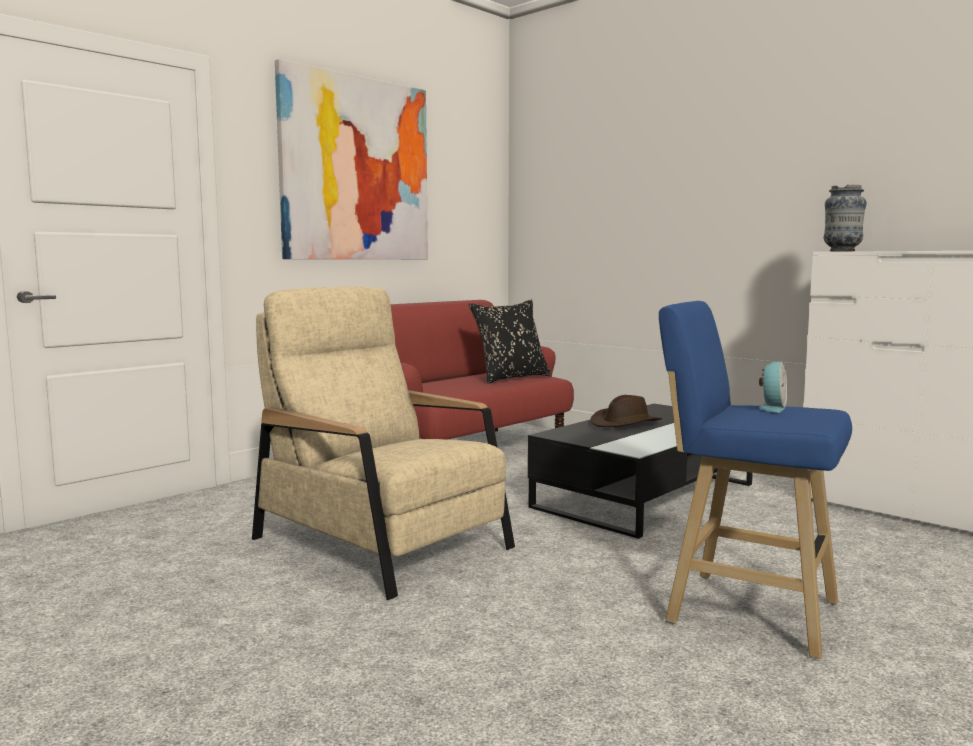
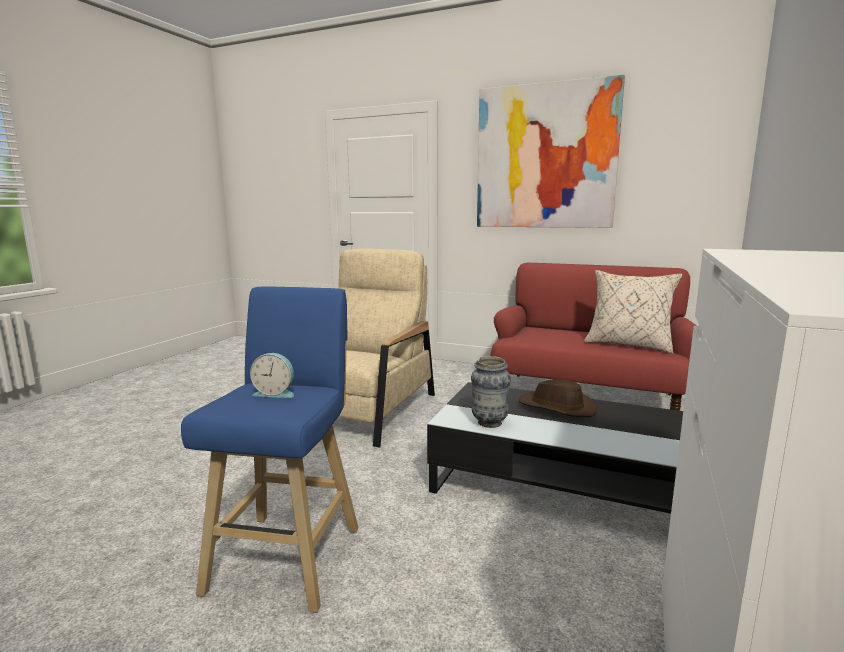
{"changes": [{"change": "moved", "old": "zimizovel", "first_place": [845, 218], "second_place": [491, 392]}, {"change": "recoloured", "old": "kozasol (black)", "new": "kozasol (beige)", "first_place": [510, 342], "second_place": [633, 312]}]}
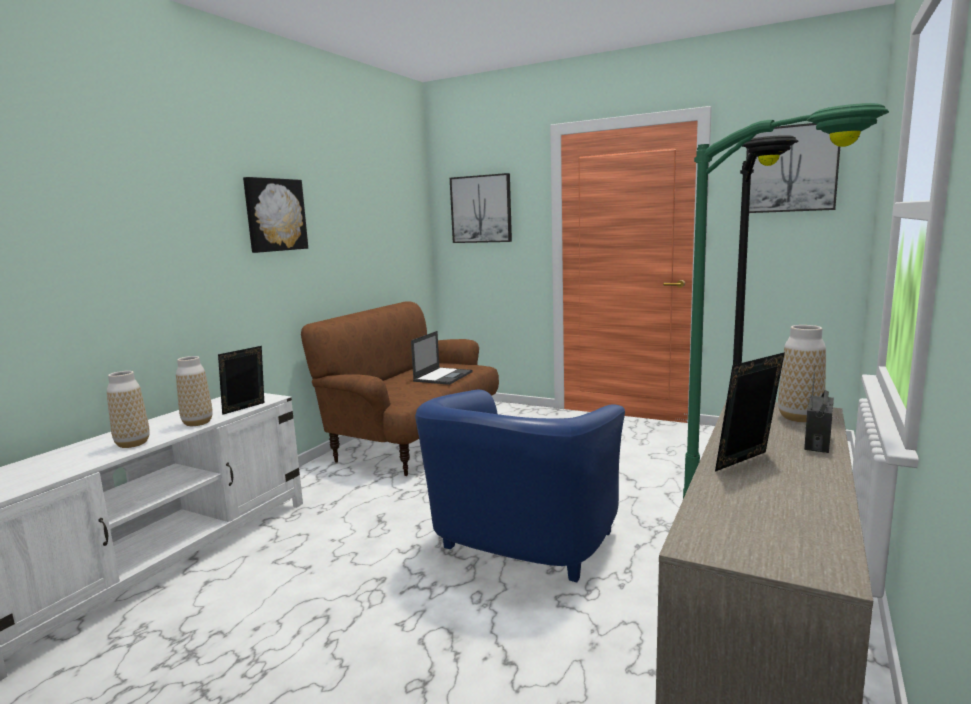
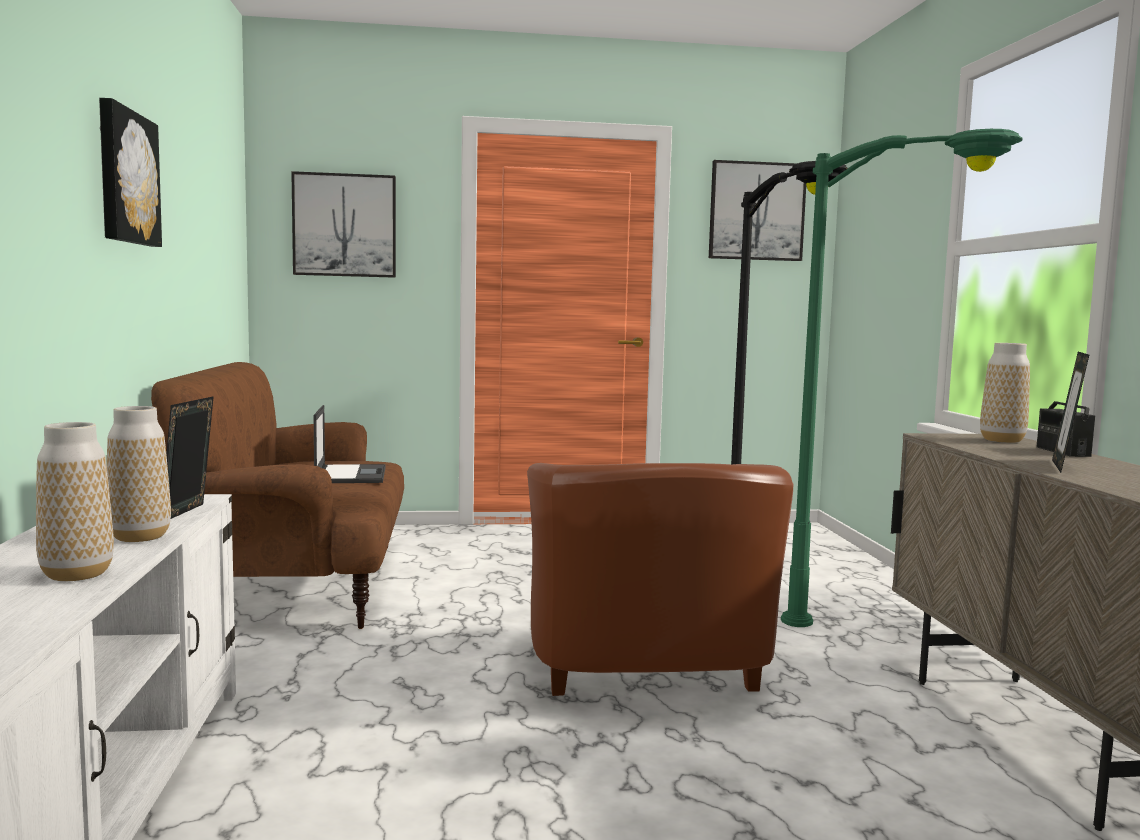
{"changes": [{"change": "recoloured", "old": "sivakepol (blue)", "new": "sivakepol (brown)", "first_place": [520, 486], "second_place": [660, 579]}]}
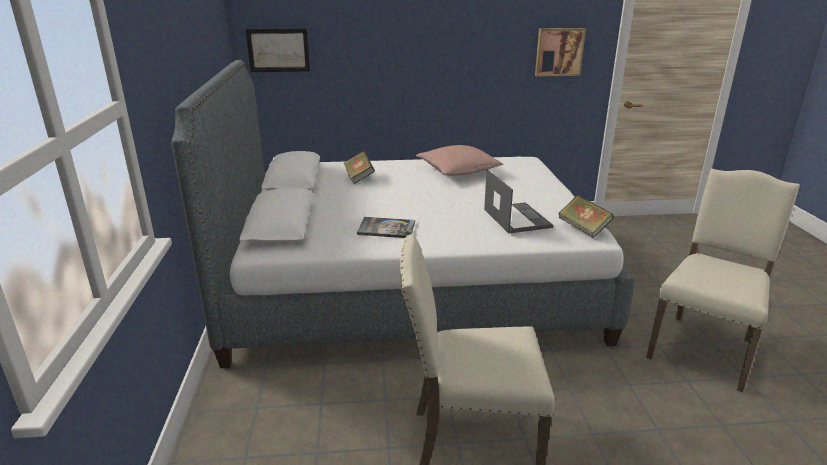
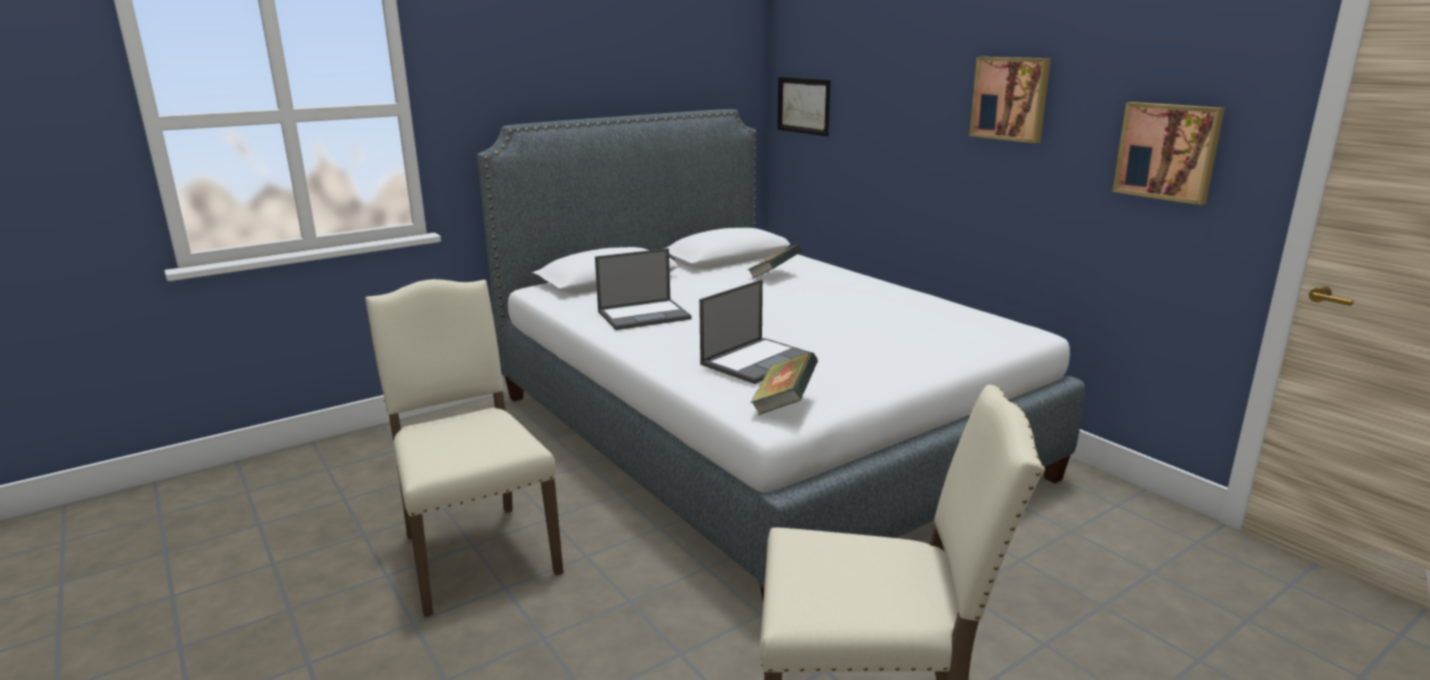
{"changes": [{"change": "replaced", "old": "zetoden", "new": "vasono", "first_place": [386, 227], "second_place": [643, 289]}, {"change": "added", "new": "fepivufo", "second_place": [1010, 100]}, {"change": "removed", "old": "kozasol (pink)", "first_place": [460, 160]}]}
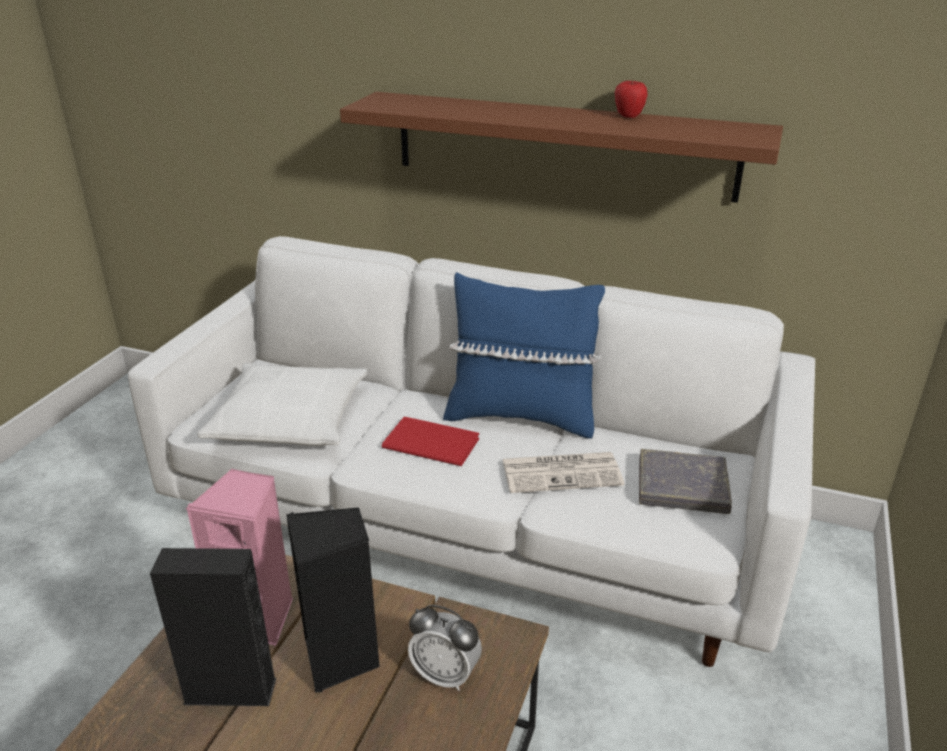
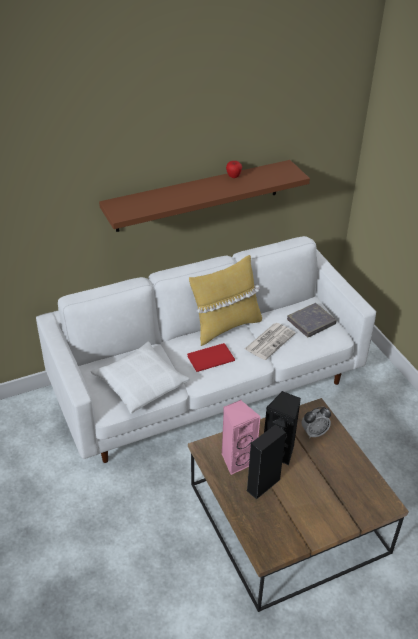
{"changes": [{"change": "recoloured", "old": "kozasol (blue)", "new": "kozasol (yellow)", "first_place": [524, 355], "second_place": [225, 300]}]}
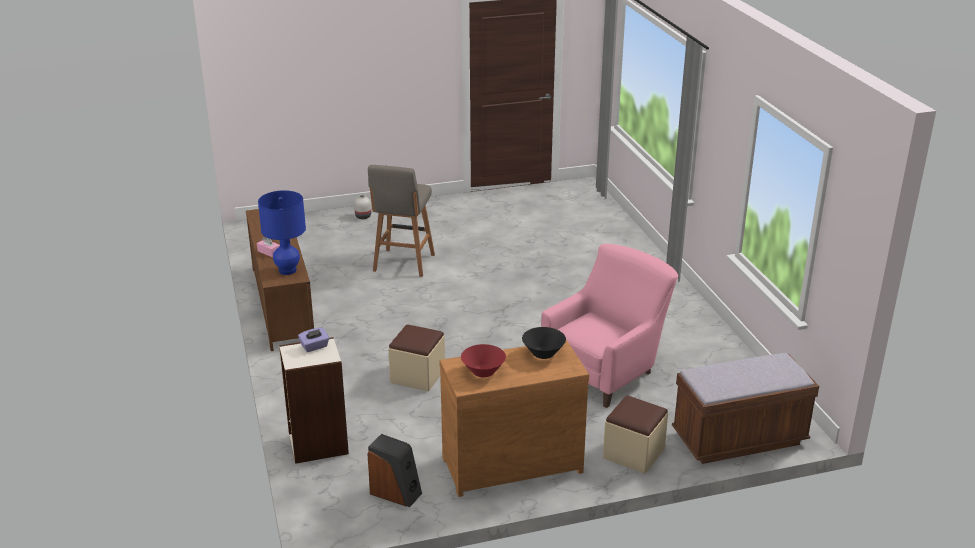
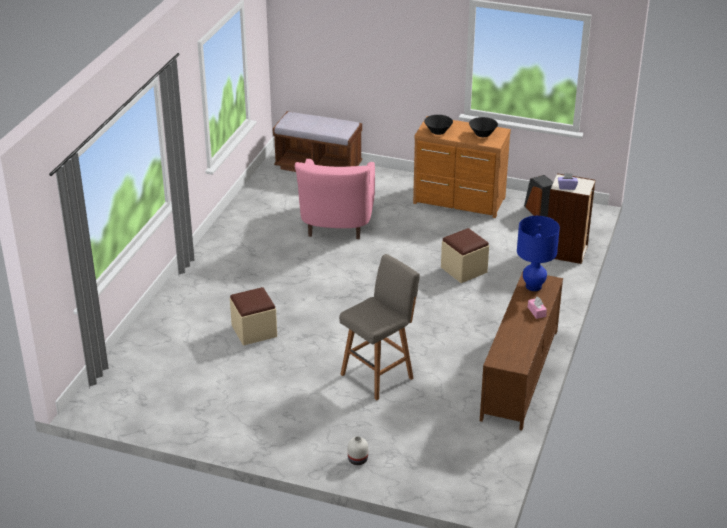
{"changes": [{"change": "moved", "old": "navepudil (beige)", "first_place": [635, 434], "second_place": [253, 316]}, {"change": "turned", "old": "sivakepol (pink)", "first_place": [609, 326], "second_place": [335, 199], "degrees": -75}, {"change": "recoloured", "old": "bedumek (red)", "new": "bedumek (black)", "first_place": [483, 360], "second_place": [483, 127]}]}
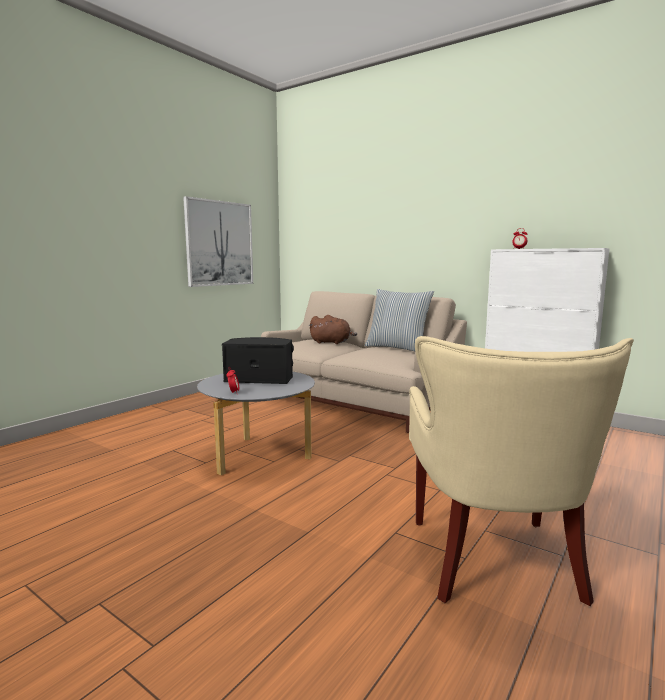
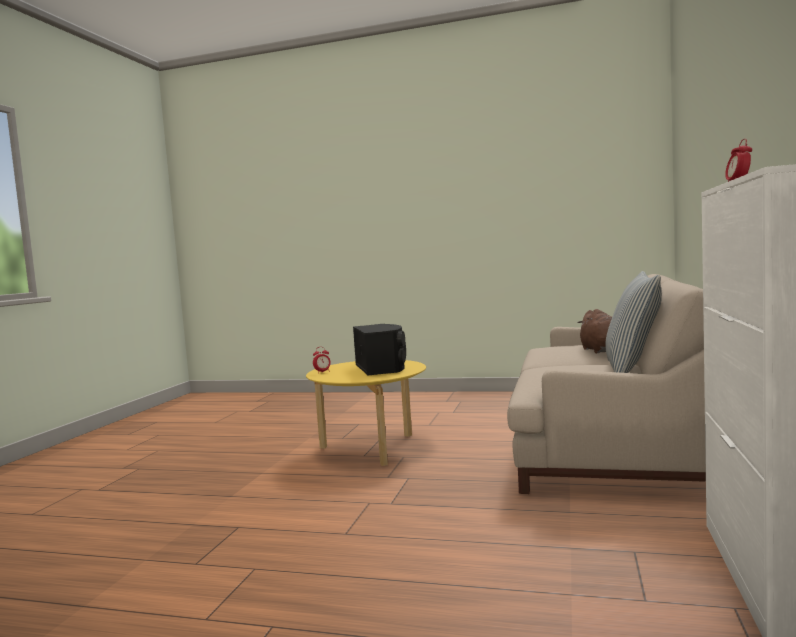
{"changes": [{"change": "recoloured", "old": "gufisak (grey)", "new": "gufisak (yellow)", "first_place": [256, 423], "second_place": [366, 413]}, {"change": "removed", "old": "fepivufo", "first_place": [218, 241]}, {"change": "removed", "old": "sivakepol (beige)", "first_place": [521, 471]}]}
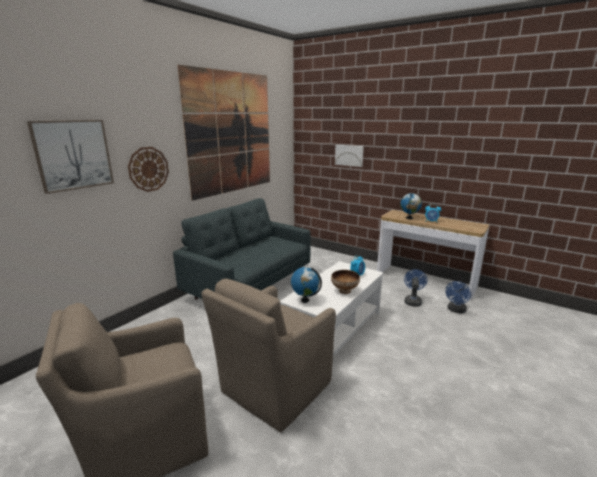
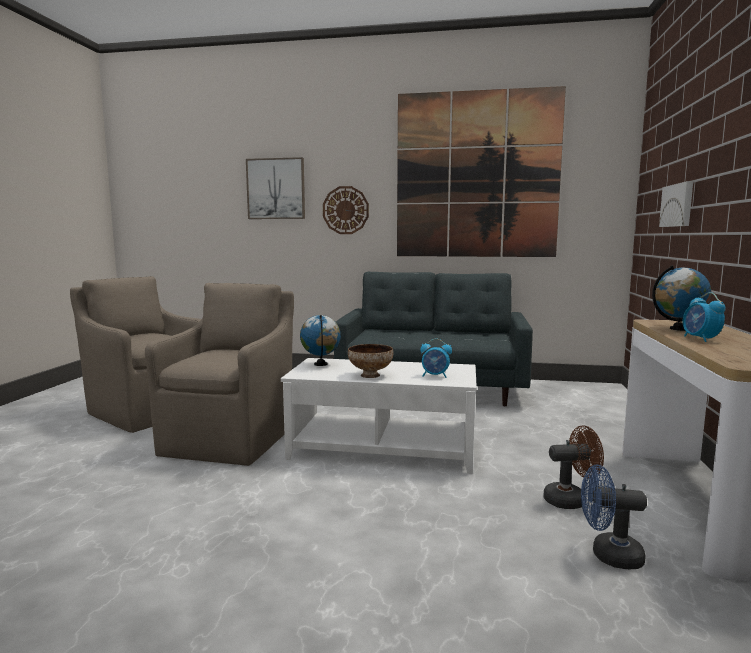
{"changes": [{"change": "turned", "old": "sivakepol (brown)", "first_place": [268, 355], "second_place": [219, 374], "degrees": 90}, {"change": "recoloured", "old": "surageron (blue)", "new": "surageron (brown)", "first_place": [415, 288], "second_place": [574, 467]}]}
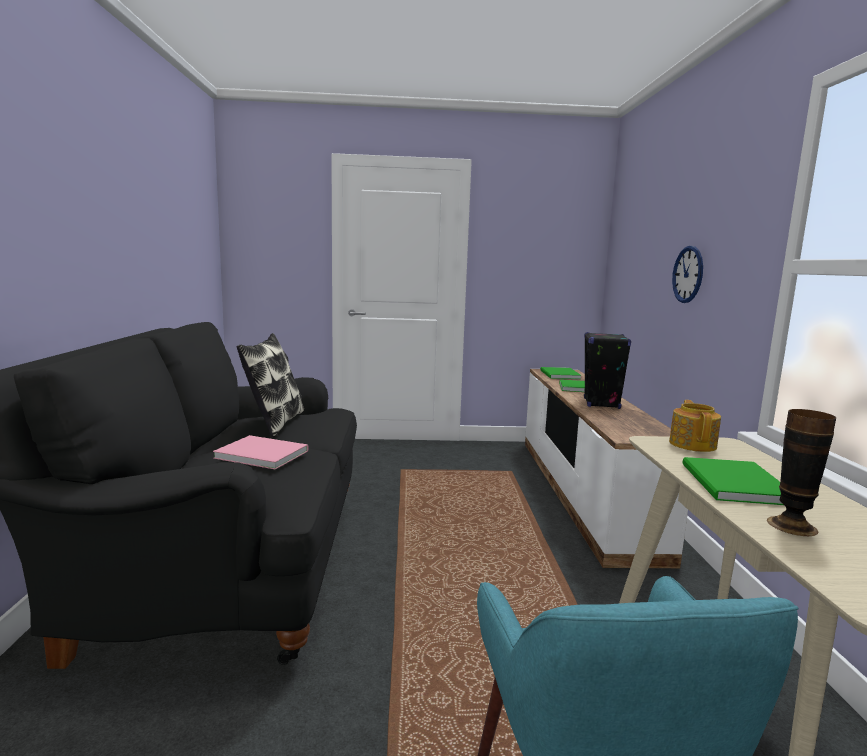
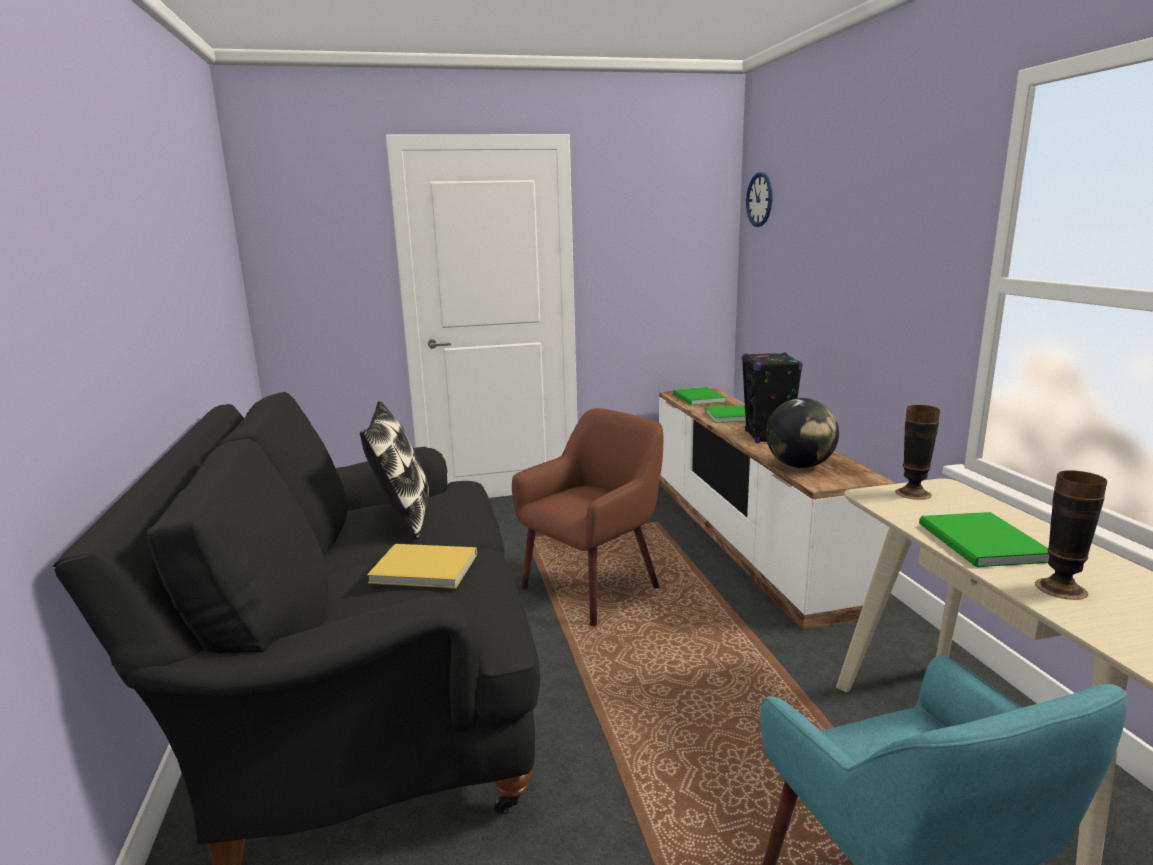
{"changes": [{"change": "recoloured", "old": "zetoden (pink)", "new": "zetoden (yellow)", "first_place": [261, 452], "second_place": [422, 566]}, {"change": "added", "new": "sivakepol (brown)", "second_place": [587, 517]}, {"change": "moved", "old": "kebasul", "first_place": [687, 274], "second_place": [759, 199]}, {"change": "added", "new": "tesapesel", "second_place": [802, 433]}, {"change": "replaced", "old": "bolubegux", "new": "zimizovel", "first_place": [695, 426], "second_place": [918, 452]}]}
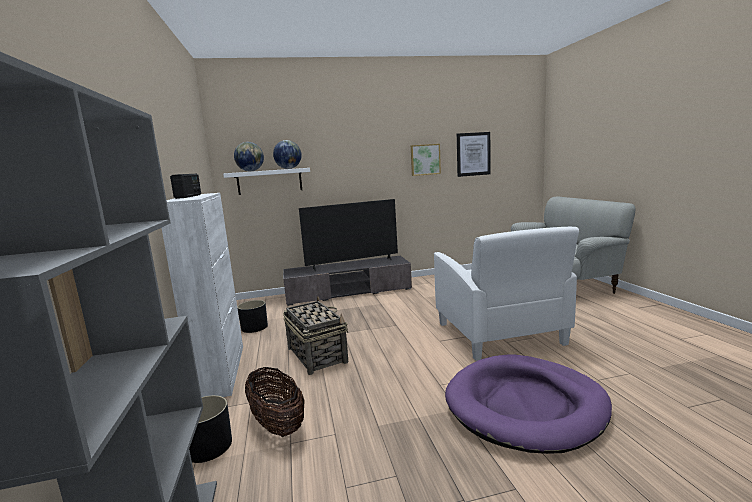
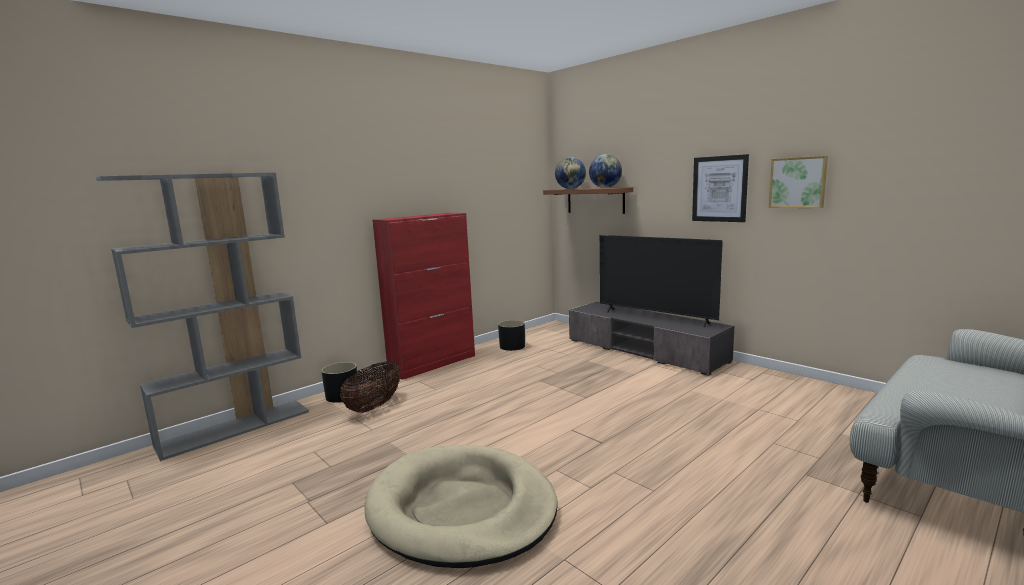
{"changes": [{"change": "recoloured", "old": "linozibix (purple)", "new": "linozibix (beige)", "first_place": [528, 404], "second_place": [461, 506]}, {"change": "recoloured", "old": "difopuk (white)", "new": "difopuk (red)", "first_place": [202, 295], "second_place": [424, 296]}, {"change": "recoloured", "old": "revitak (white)", "new": "revitak (brown)", "first_place": [266, 181], "second_place": [588, 200]}, {"change": "moved", "old": "fepivufo", "first_place": [474, 154], "second_place": [720, 188]}, {"change": "removed", "old": "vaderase", "first_place": [185, 186]}, {"change": "removed", "old": "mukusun", "first_place": [315, 336]}, {"change": "removed", "old": "sivakepol (white)", "first_place": [506, 294]}]}
